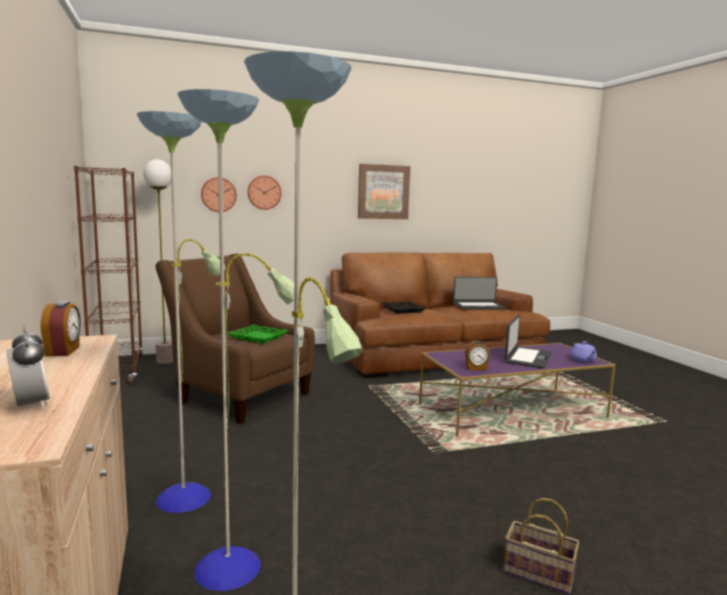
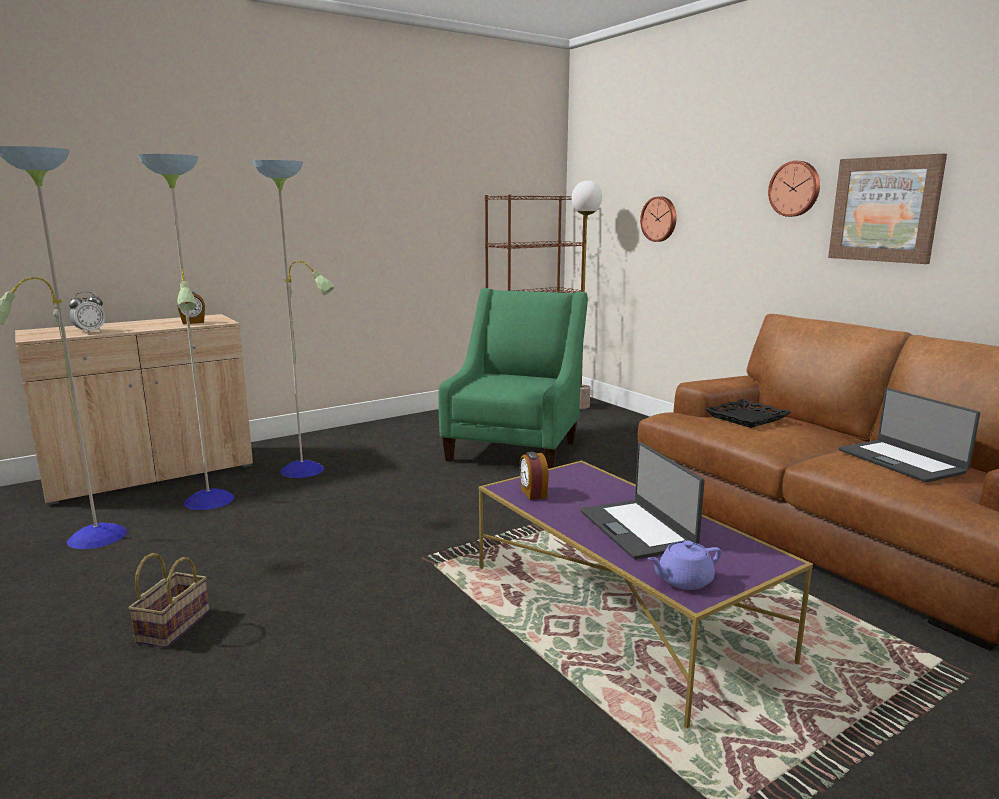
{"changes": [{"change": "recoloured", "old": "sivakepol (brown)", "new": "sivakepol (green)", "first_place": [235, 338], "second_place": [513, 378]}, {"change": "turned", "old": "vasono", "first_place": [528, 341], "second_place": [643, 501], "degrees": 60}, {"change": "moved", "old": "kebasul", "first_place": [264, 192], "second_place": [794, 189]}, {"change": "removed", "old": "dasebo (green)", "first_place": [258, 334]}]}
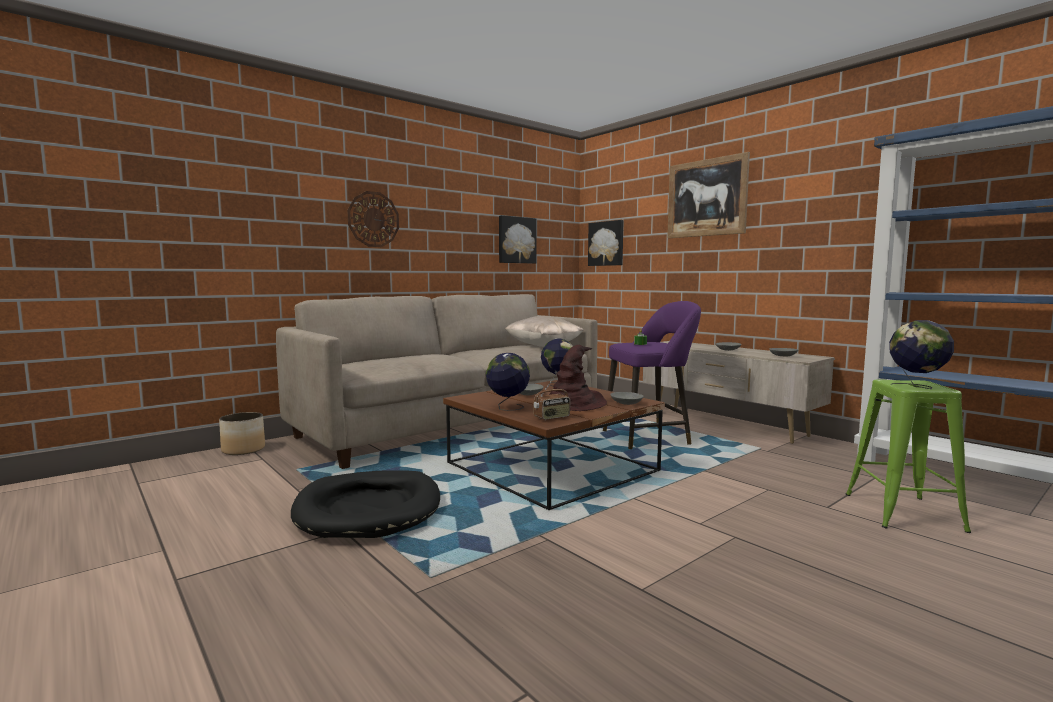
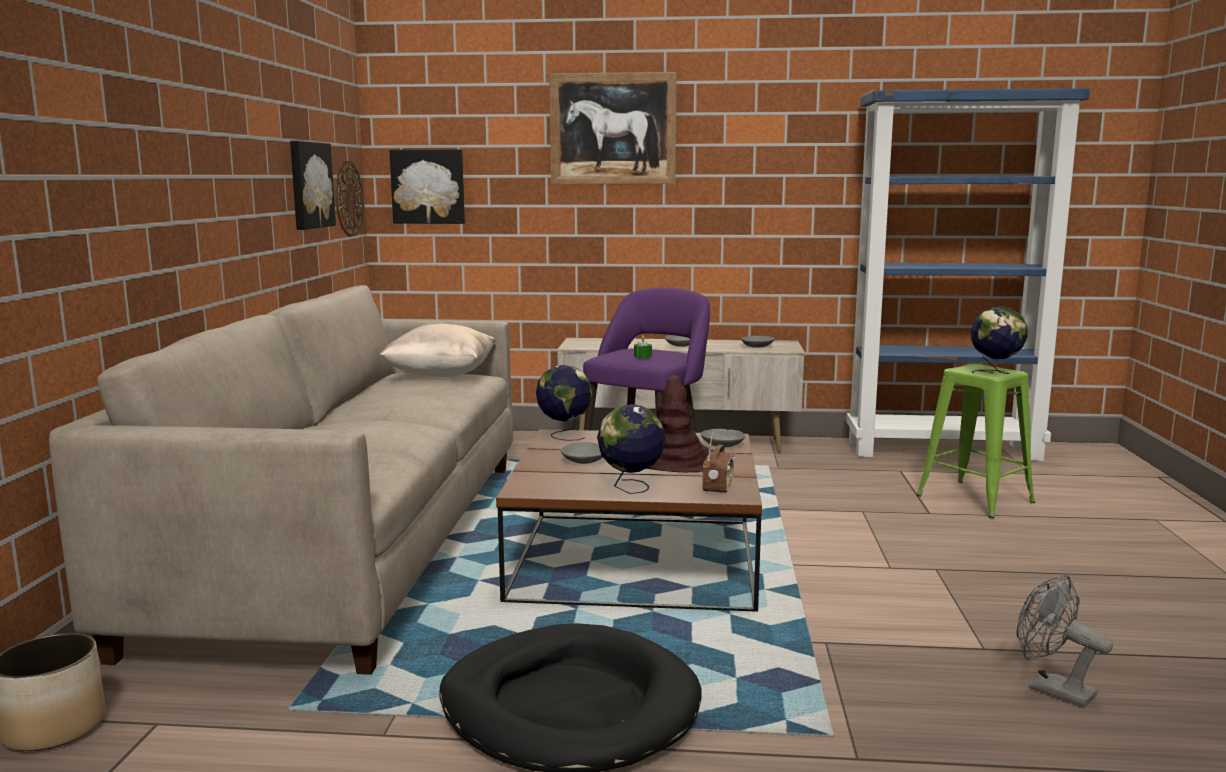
{"changes": [{"change": "moved", "old": "kebasul", "first_place": [373, 219], "second_place": [349, 199]}, {"change": "added", "new": "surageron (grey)", "second_place": [1064, 641]}]}
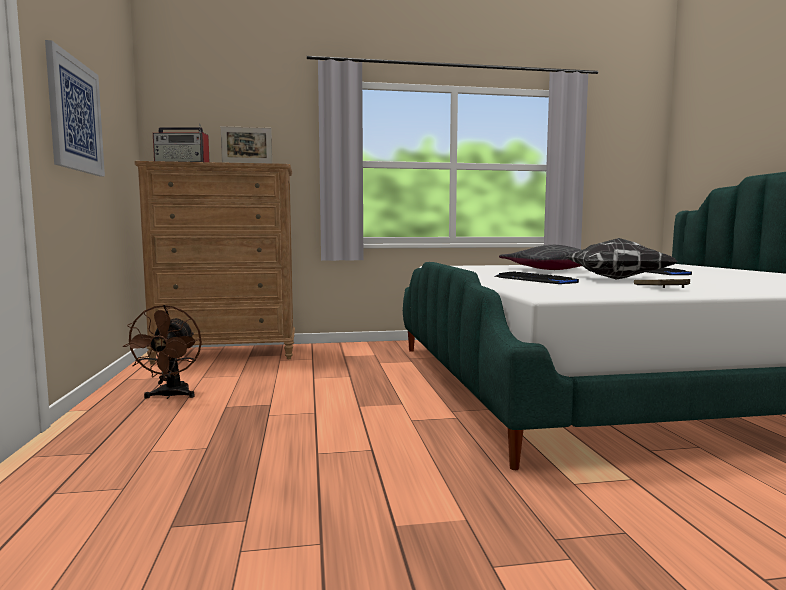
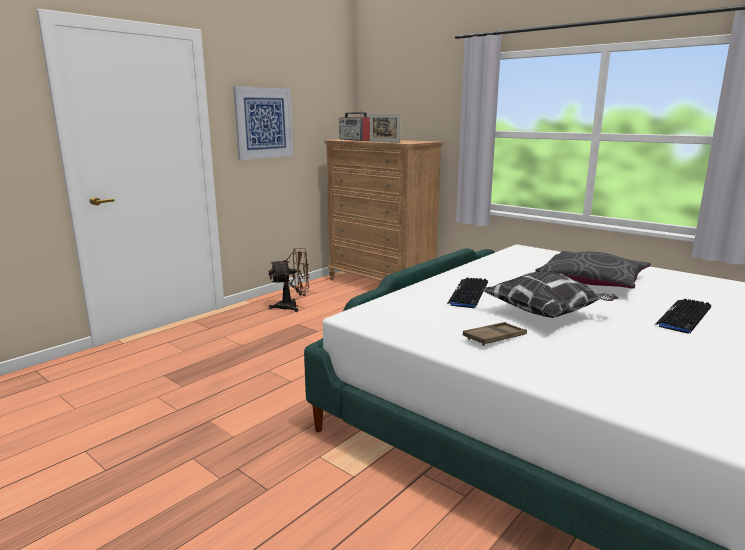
{"changes": [{"change": "turned", "old": "surageron (brown)", "first_place": [162, 352], "second_place": [289, 280], "degrees": -150}]}
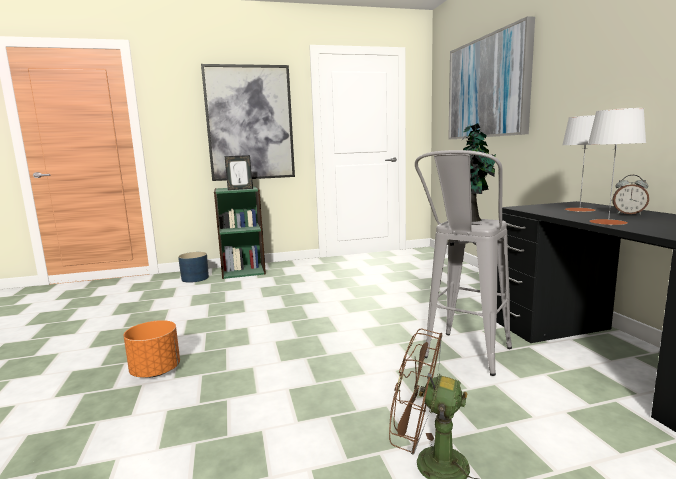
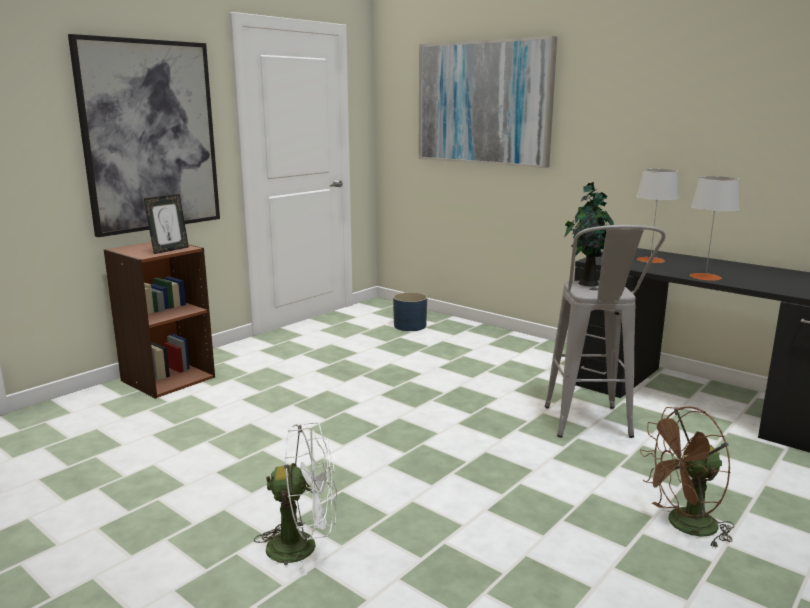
{"changes": [{"change": "recoloured", "old": "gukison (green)", "new": "gukison (brown)", "first_place": [240, 232], "second_place": [159, 320]}, {"change": "replaced", "old": "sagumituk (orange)", "new": "surageron (white)", "first_place": [151, 348], "second_place": [295, 499]}, {"change": "moved", "old": "sagumituk (blue)", "first_place": [193, 267], "second_place": [410, 311]}, {"change": "removed", "old": "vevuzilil", "first_place": [630, 195]}]}
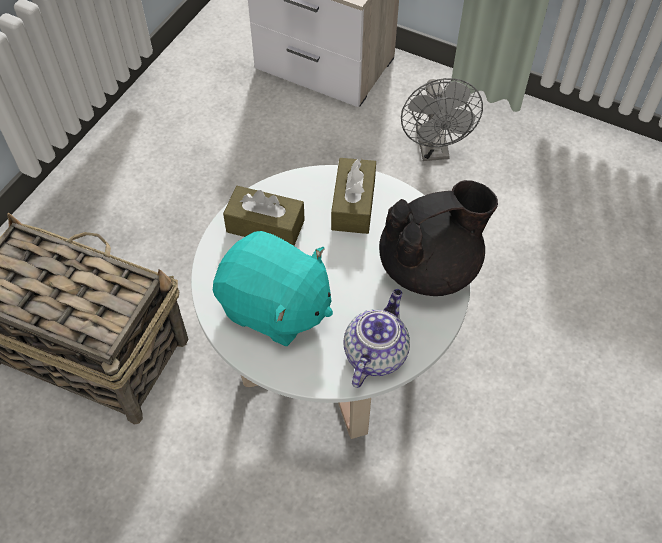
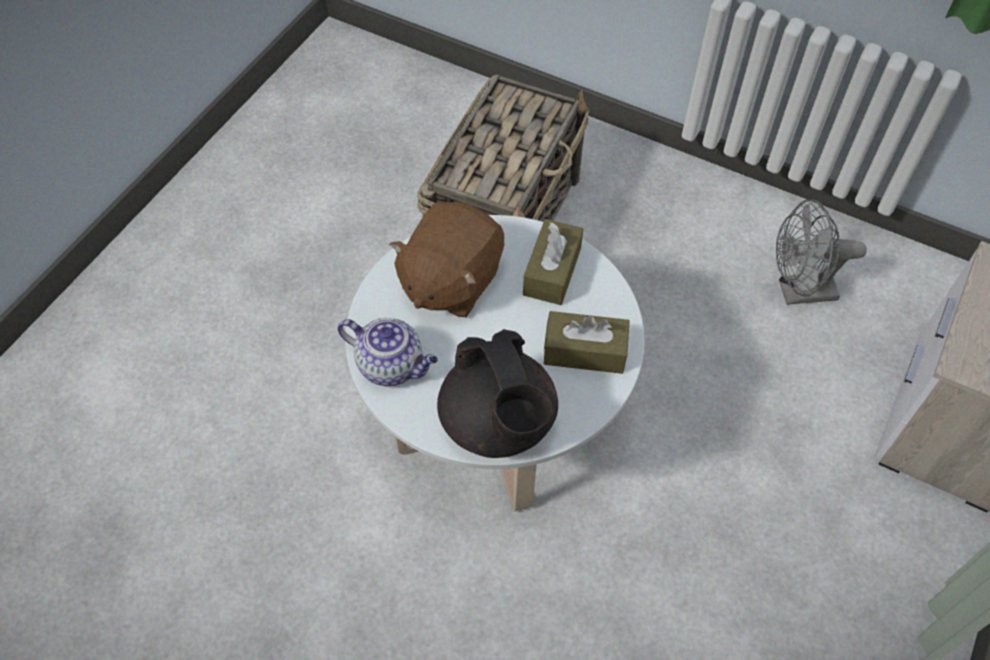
{"changes": [{"change": "recoloured", "old": "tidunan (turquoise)", "new": "tidunan (brown)", "first_place": [273, 288], "second_place": [446, 260]}, {"change": "moved", "old": "surageron (grey)", "first_place": [442, 119], "second_place": [821, 252]}]}
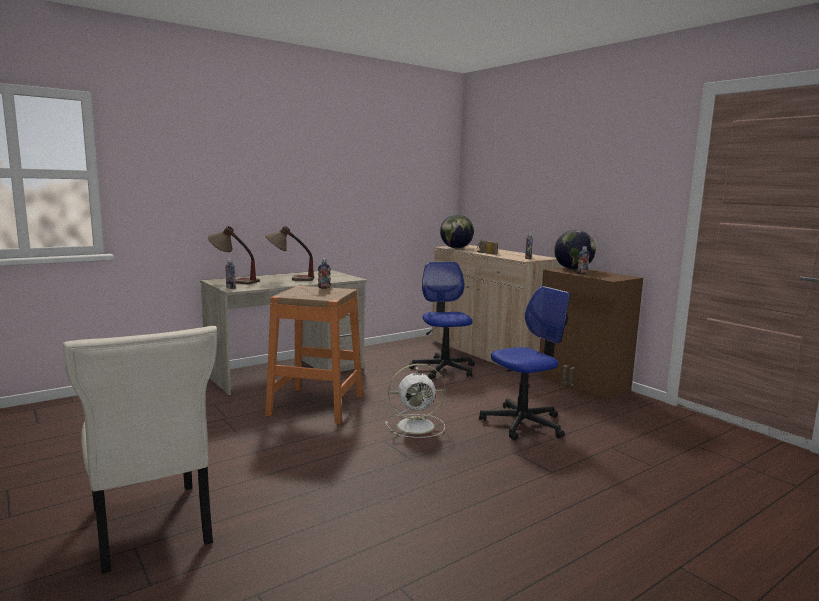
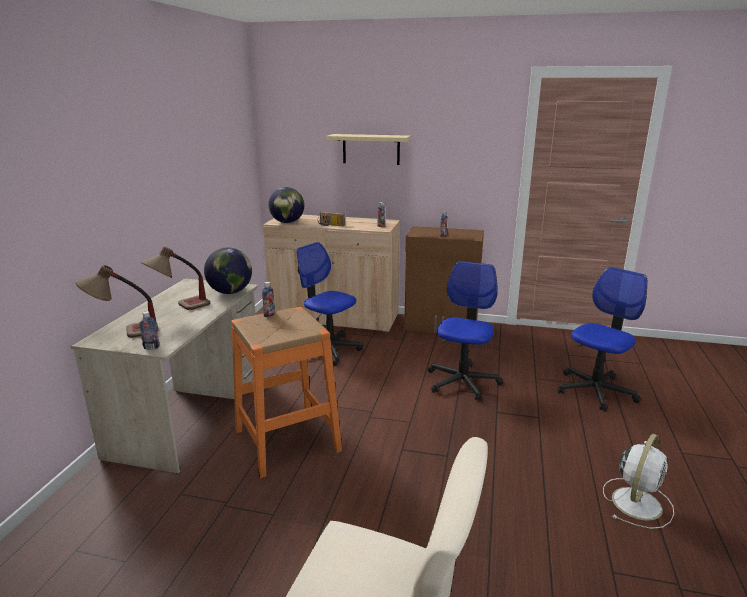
{"changes": [{"change": "moved", "old": "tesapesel", "first_place": [575, 250], "second_place": [228, 270]}, {"change": "added", "new": "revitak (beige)", "second_place": [368, 149]}, {"change": "added", "new": "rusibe", "second_place": [602, 339]}, {"change": "moved", "old": "surageron (white)", "first_place": [415, 401], "second_place": [638, 481]}]}
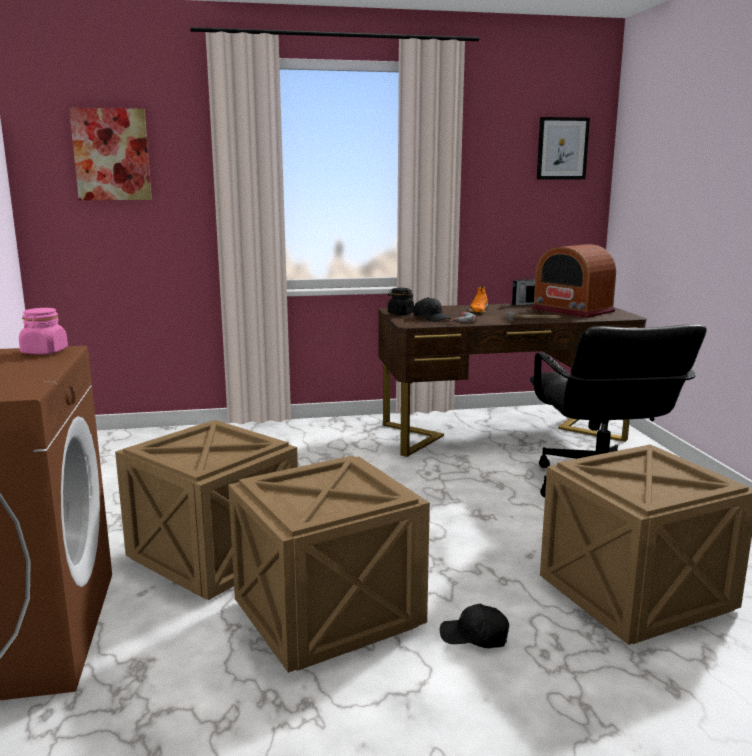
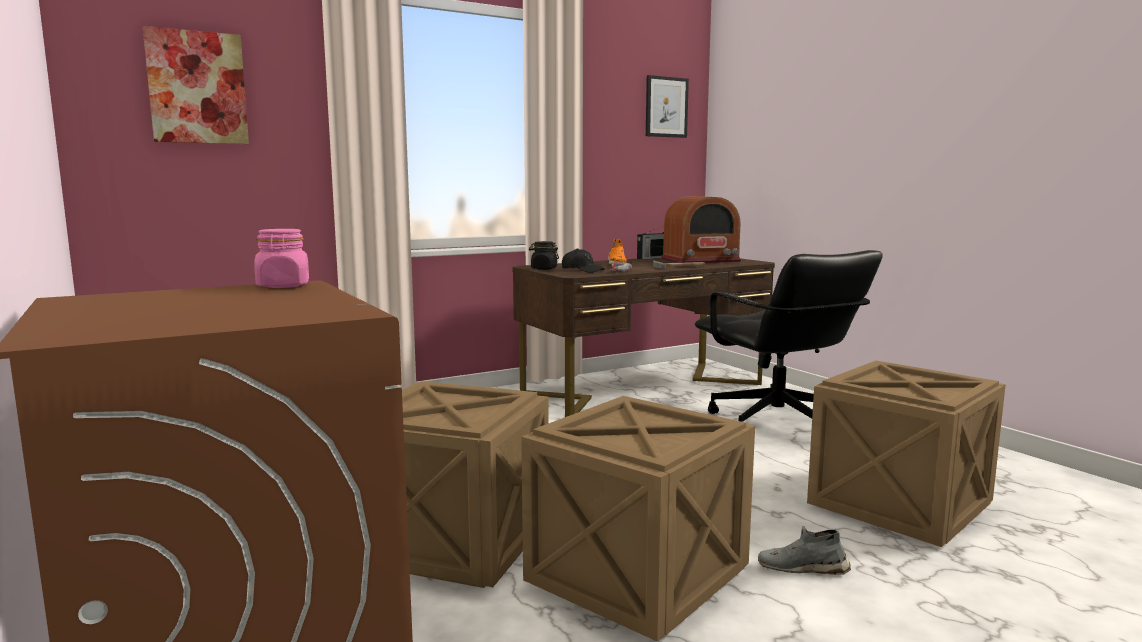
{"changes": [{"change": "turned", "old": "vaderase", "first_place": [573, 281], "second_place": [701, 229], "degrees": -45}, {"change": "replaced", "old": "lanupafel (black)", "new": "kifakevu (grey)", "first_place": [474, 626], "second_place": [804, 550]}]}
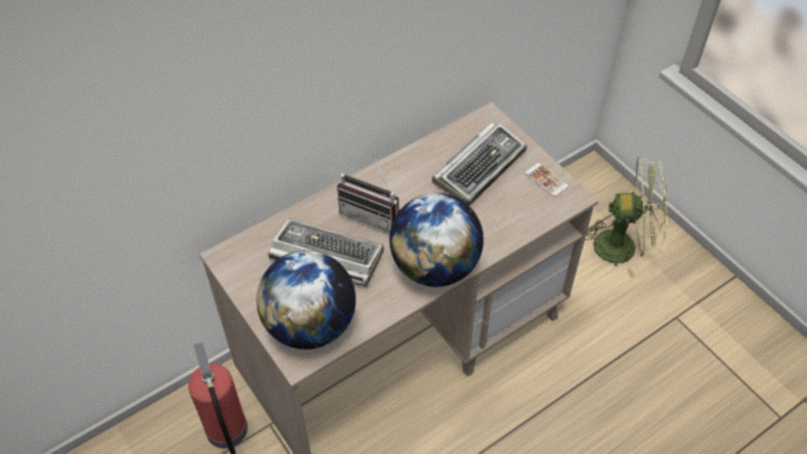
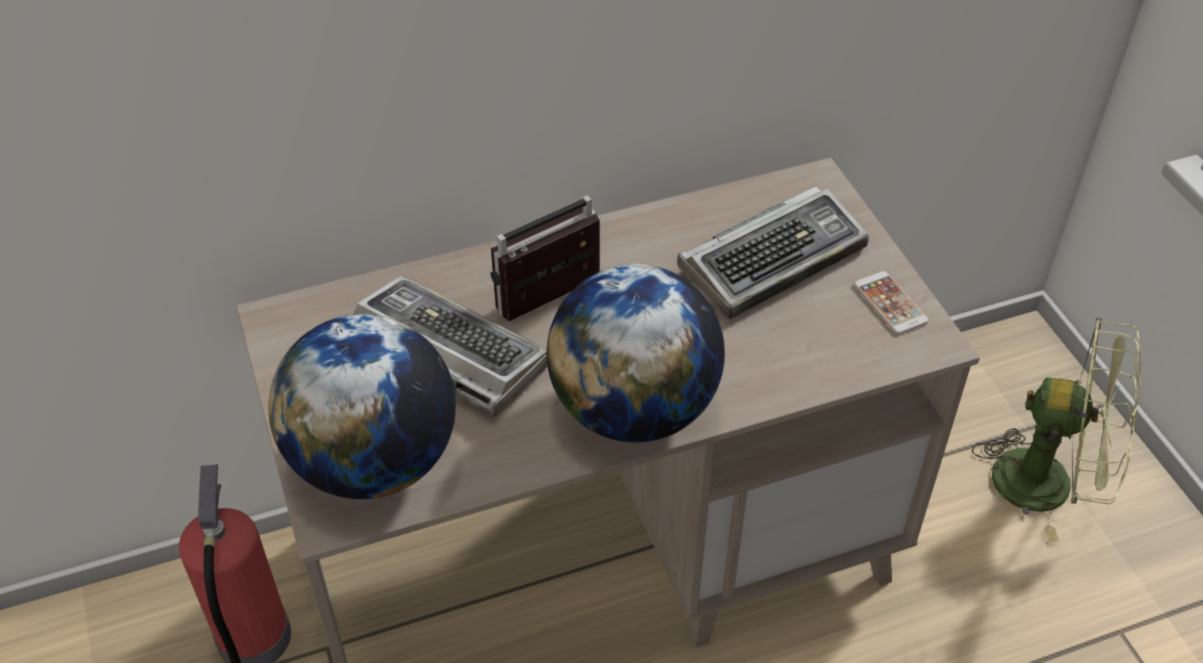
{"changes": [{"change": "turned", "old": "vaderase", "first_place": [368, 194], "second_place": [545, 258], "degrees": 105}]}
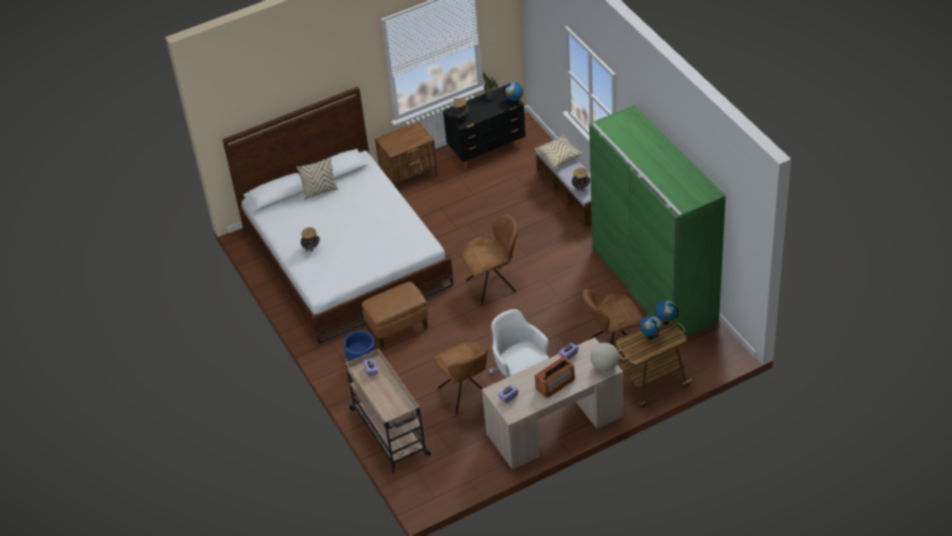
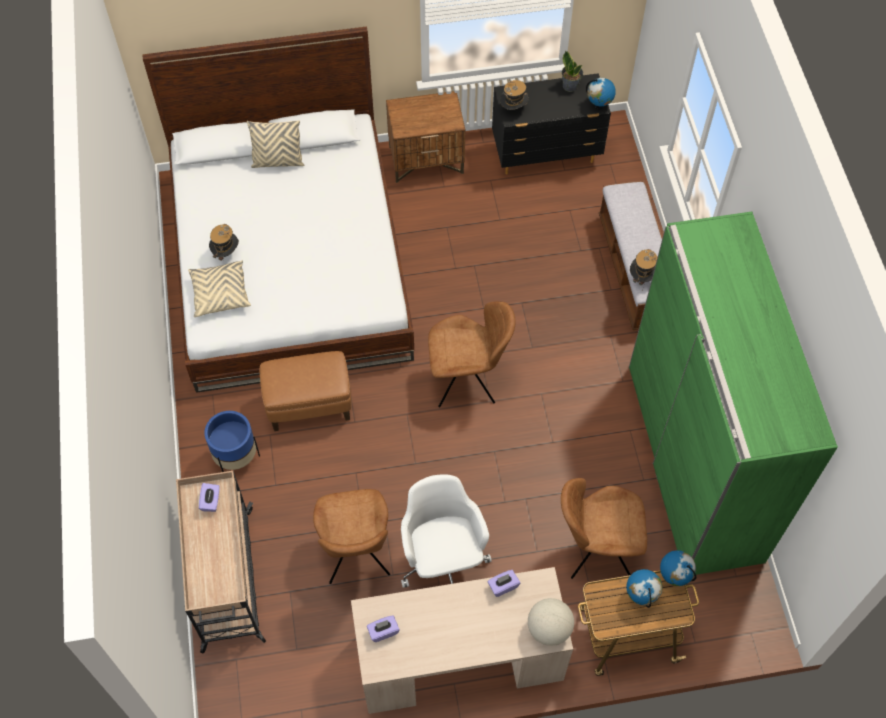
{"changes": [{"change": "moved", "old": "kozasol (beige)", "first_place": [558, 152], "second_place": [219, 288]}, {"change": "removed", "old": "vaderase", "first_place": [555, 377]}]}
